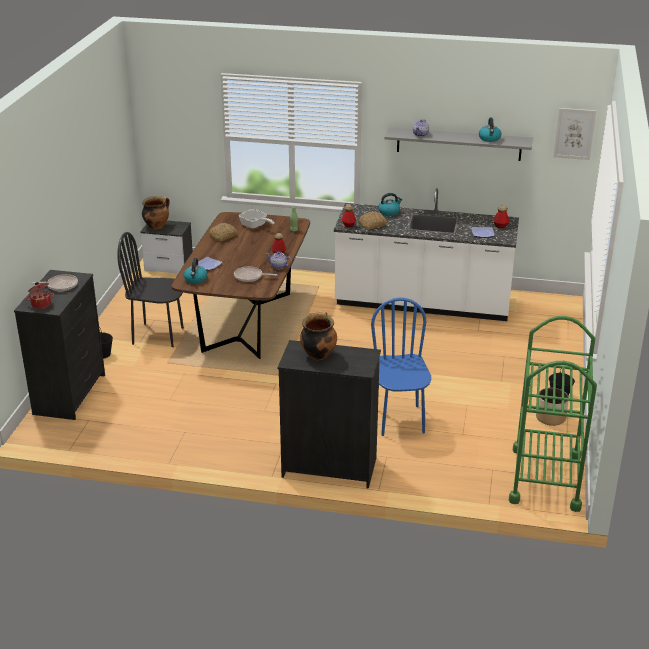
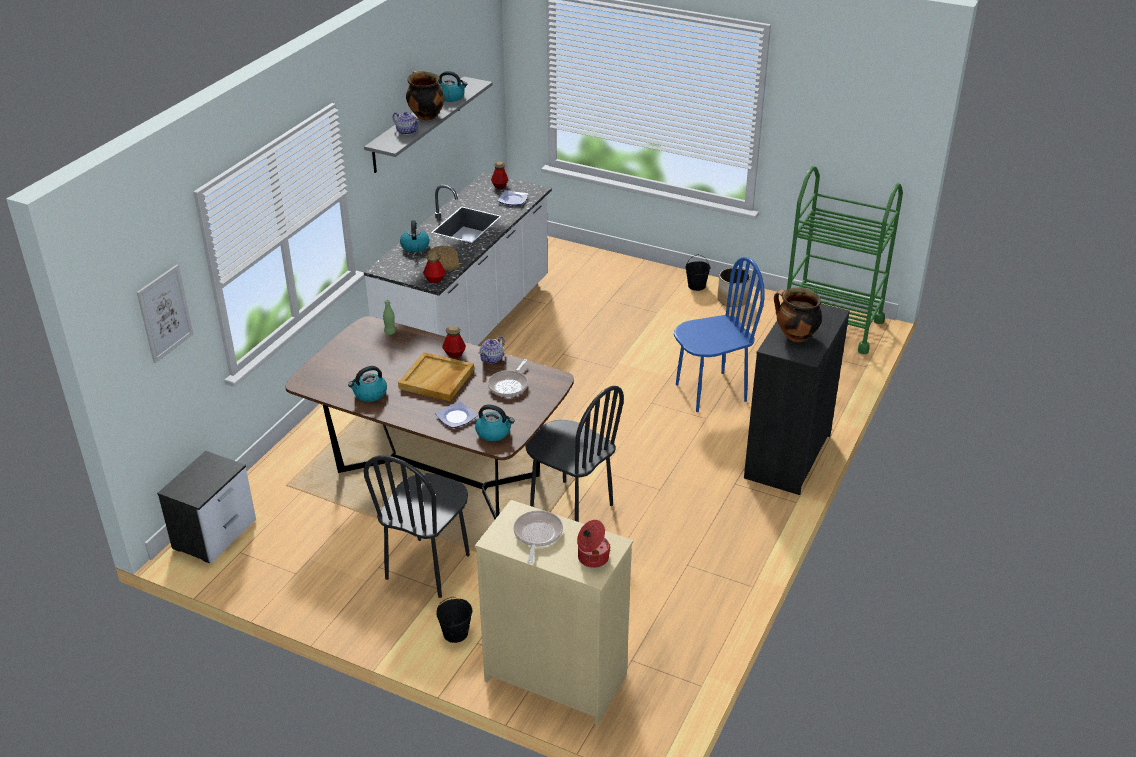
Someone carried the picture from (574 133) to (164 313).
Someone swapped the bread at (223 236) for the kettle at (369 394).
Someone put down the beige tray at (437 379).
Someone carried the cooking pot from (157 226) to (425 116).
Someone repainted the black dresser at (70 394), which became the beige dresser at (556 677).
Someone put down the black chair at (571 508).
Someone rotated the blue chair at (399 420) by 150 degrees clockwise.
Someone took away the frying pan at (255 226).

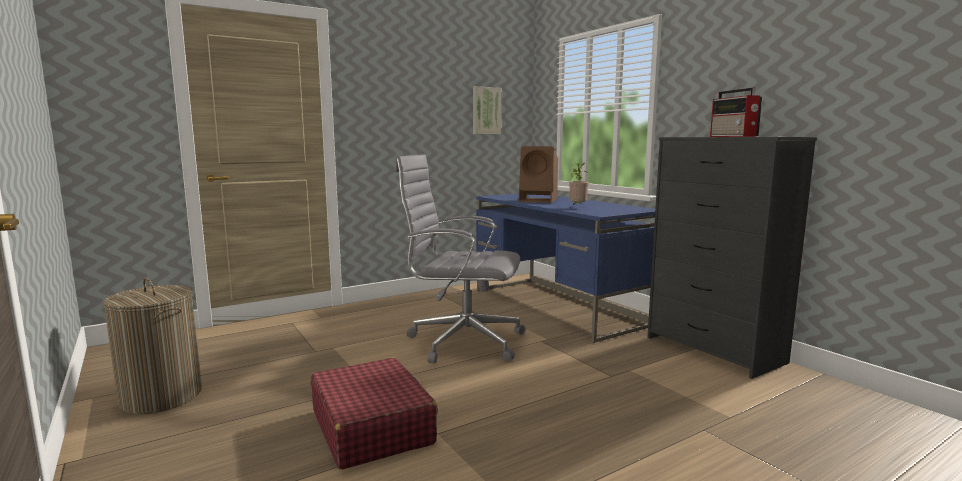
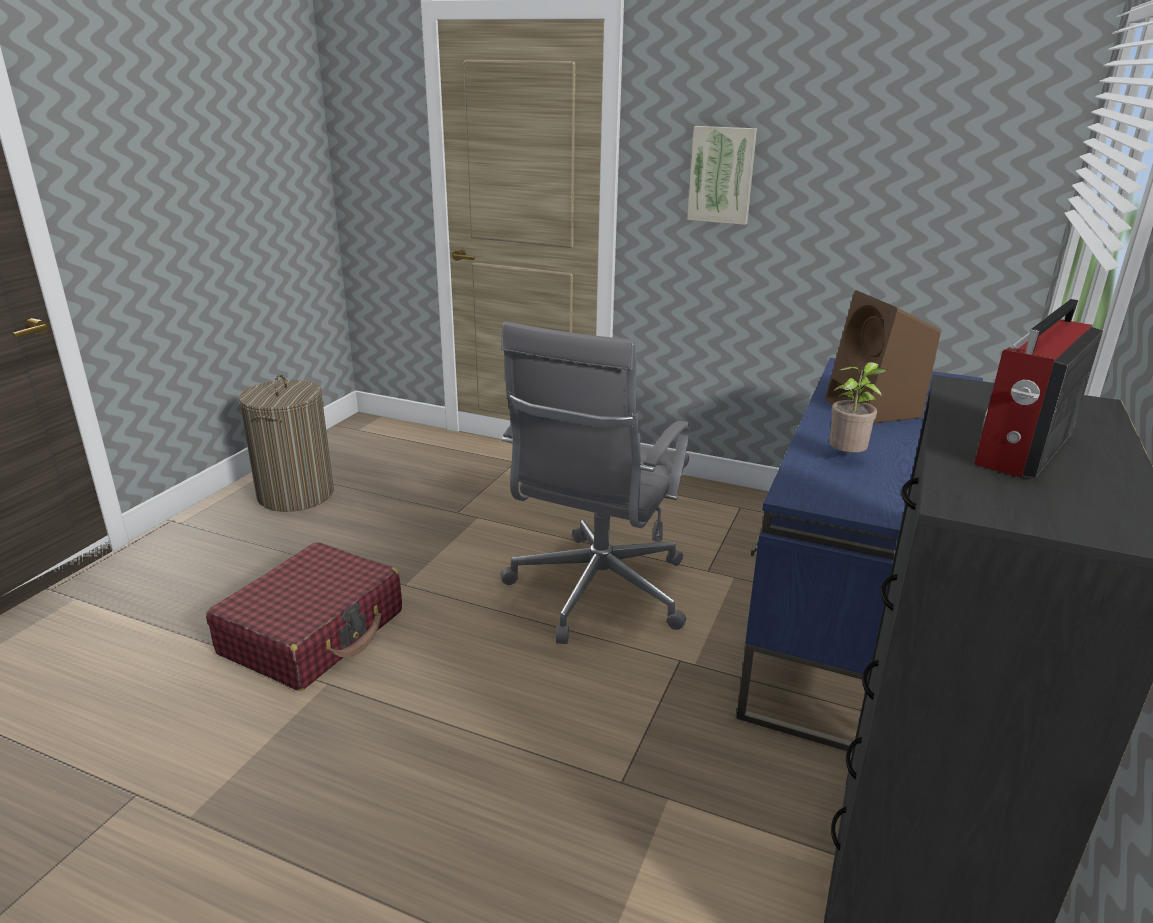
Someone rotated the grey office chair at (462 341) by 135 degrees counterclockwise.
Someone carried the picture from (486 110) to (722 175).

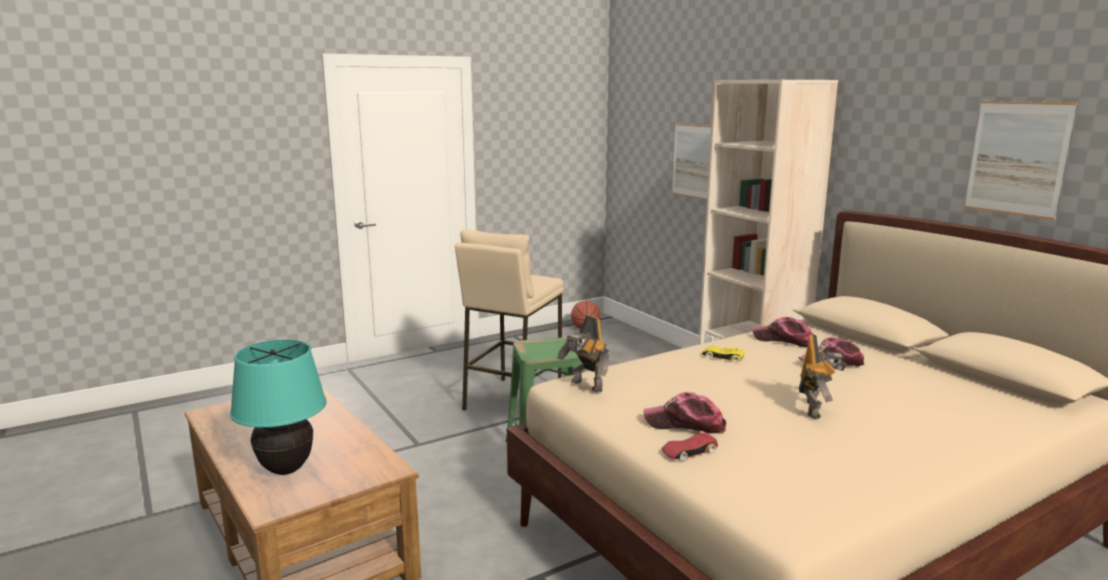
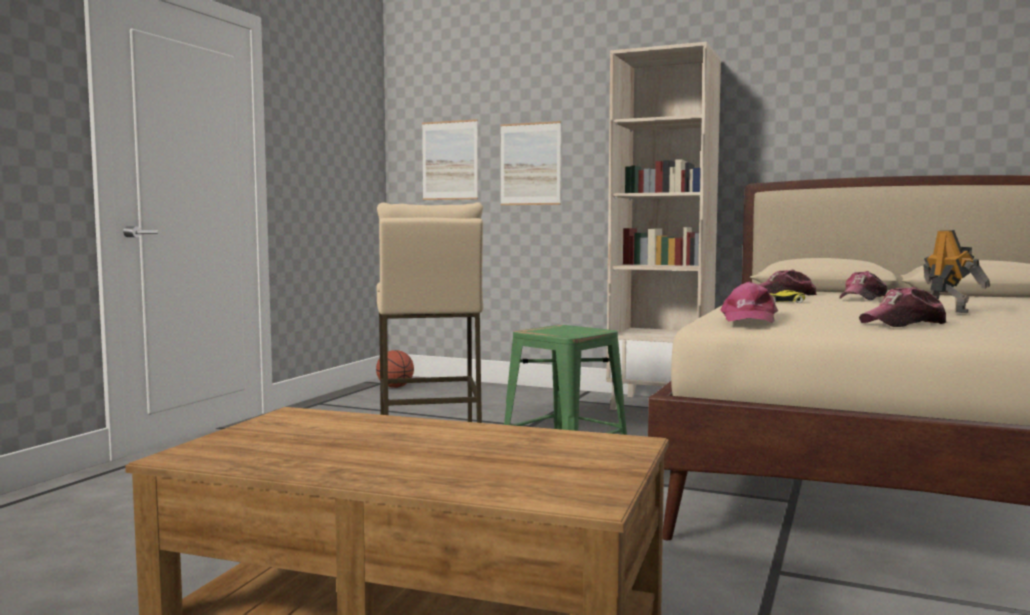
Someone carried the picture from (1017 158) to (450 160).
Someone swapped the toy robot at (585 386) for the pink cap at (748 318).
Someone took away the turquoise table lamp at (286 469).
Someone took away the red toy car at (689 451).

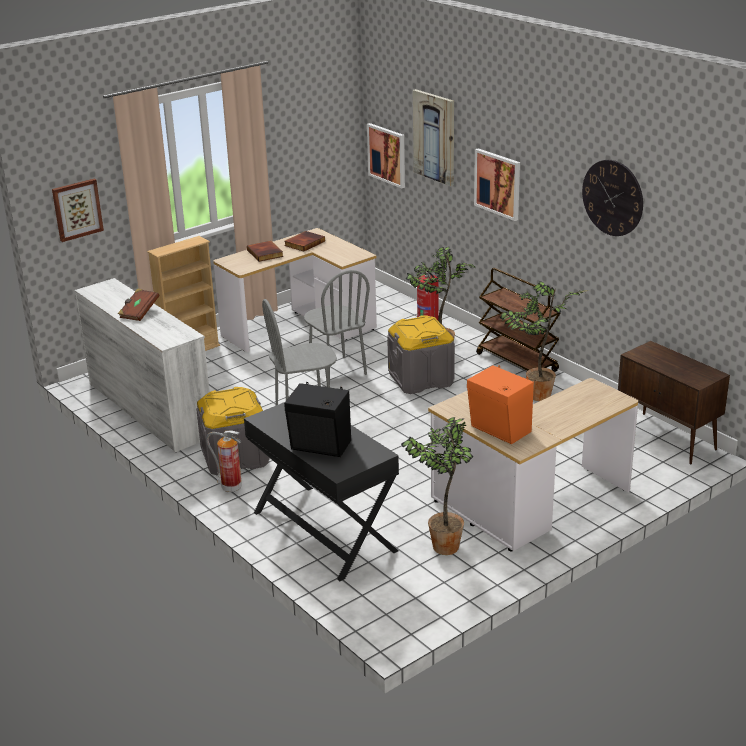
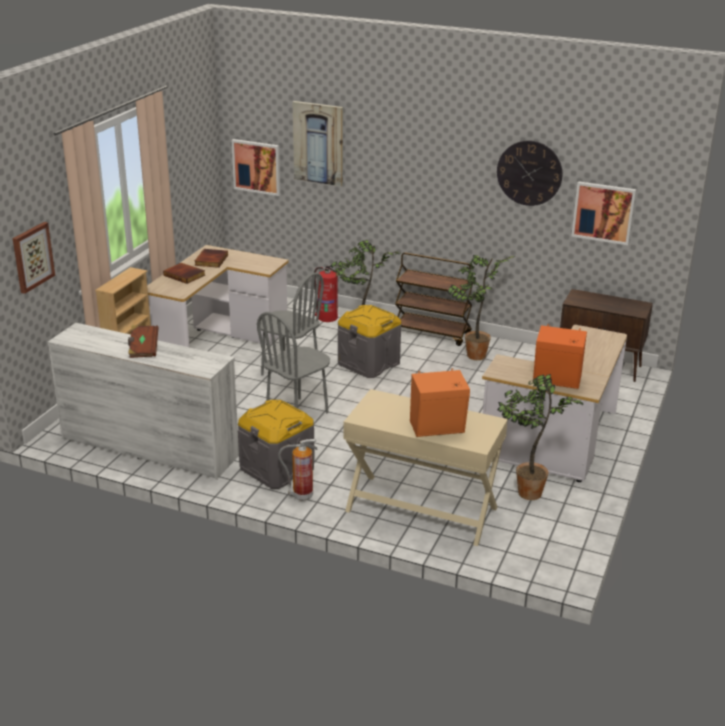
Someone repainted the black desk at (323 531), which became the beige desk at (421 510).
Someone repainted the black speaker at (321 446), which became the orange speaker at (438 428).
Someone carried the picture from (498 184) to (603 212).

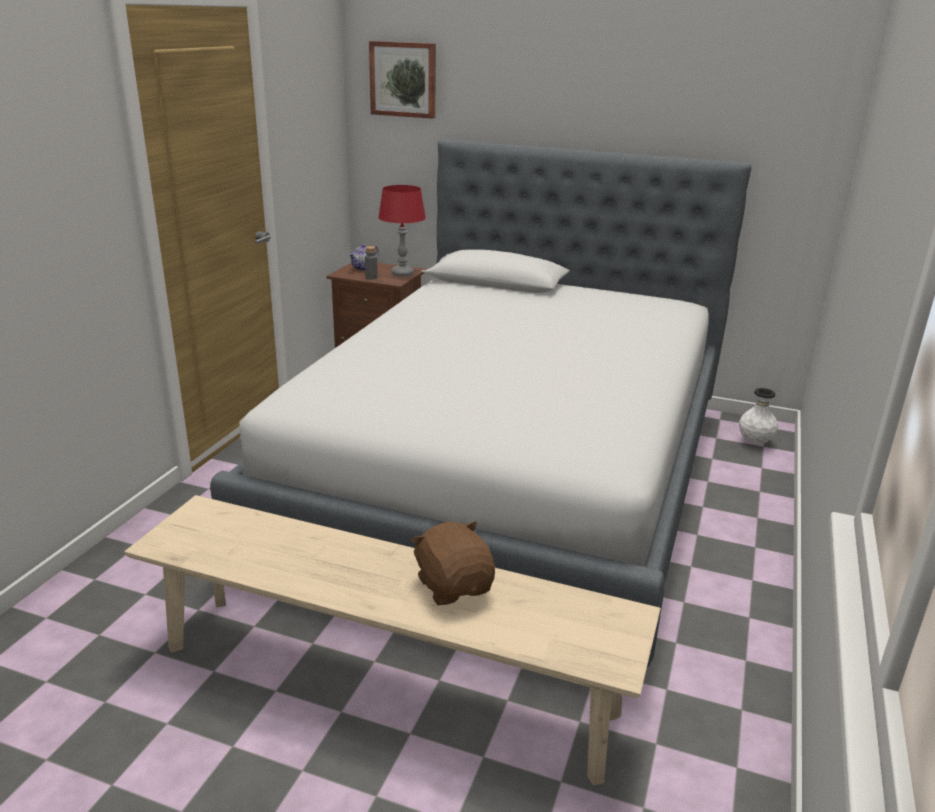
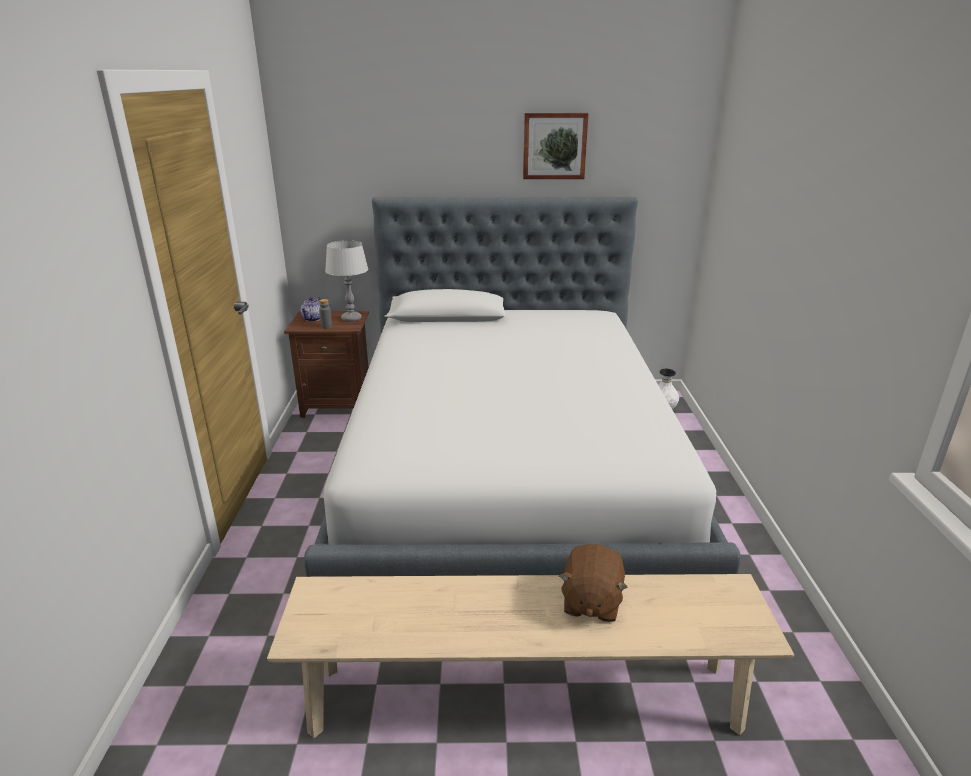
Someone repainted the red table lamp at (402 273), which became the grey table lamp at (351 319).
Someone carried the picture from (403 79) to (554 146).
Someone rotated the brown plush toy at (454 586) by 120 degrees counterclockwise.

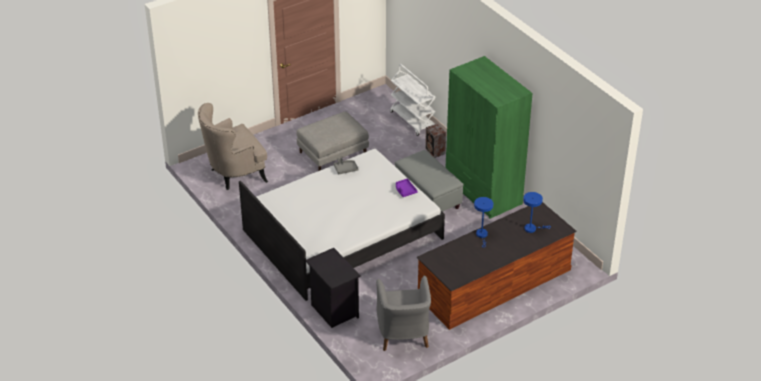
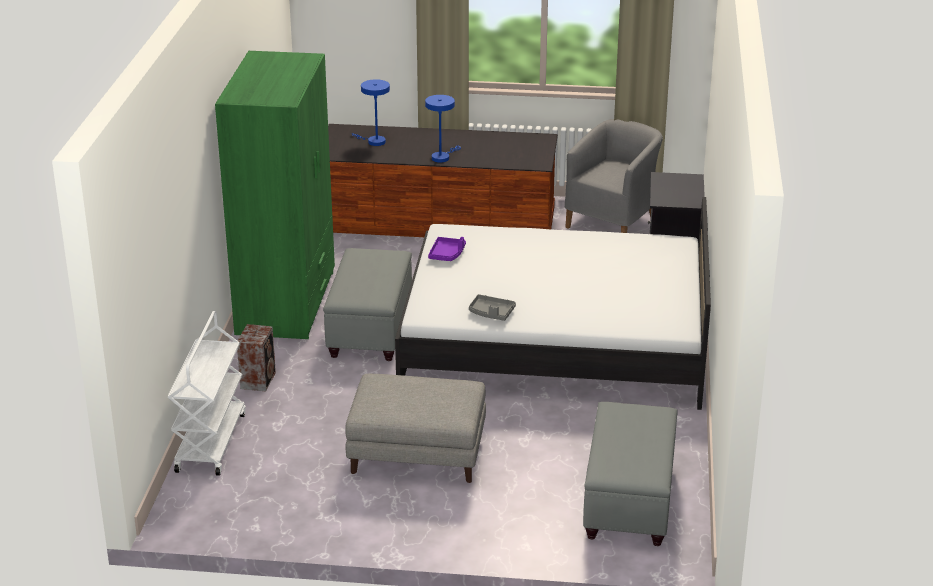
Someone swapped the beige armchair at (234 174) for the grey ottoman at (629 502).

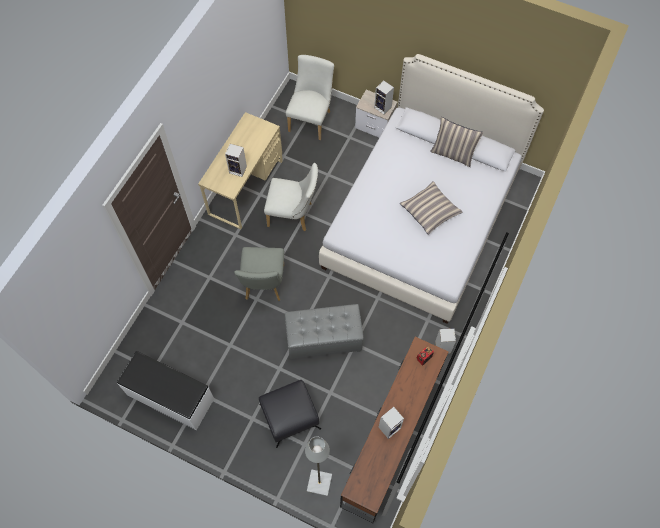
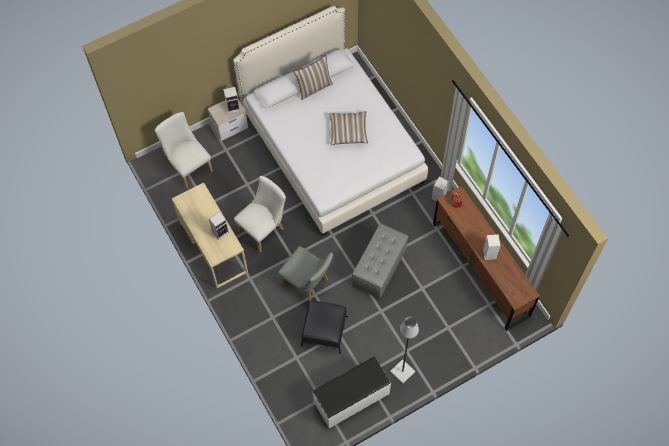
Someone carried the black ottoman from (290 416) to (324 330).
Someone carried the grey floor lamp from (319 482) to (402 372).

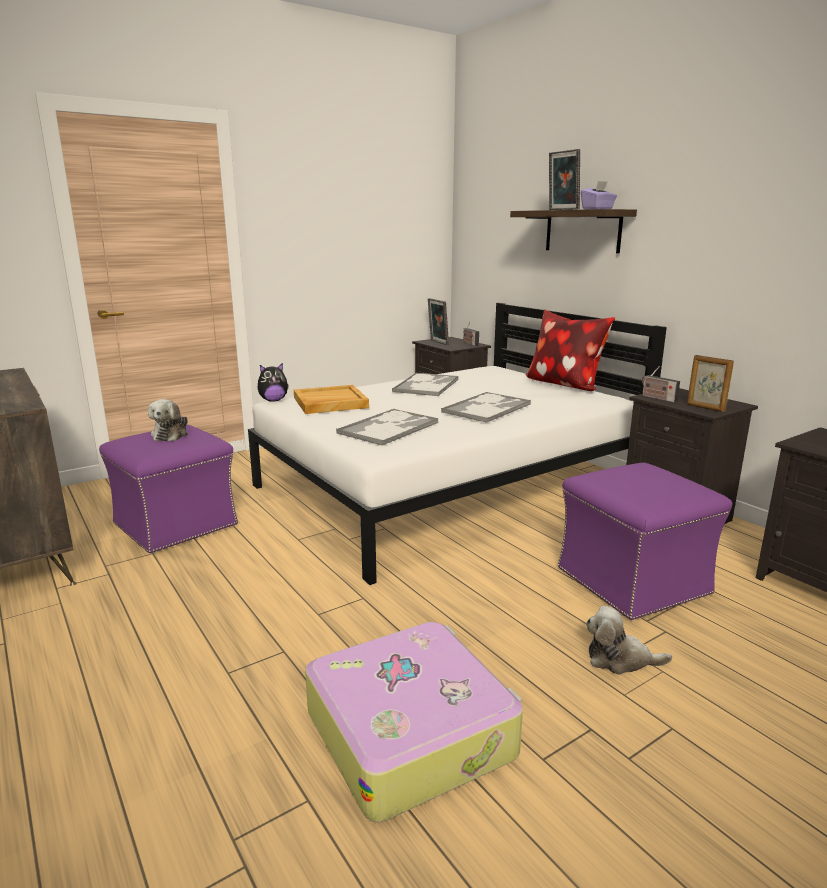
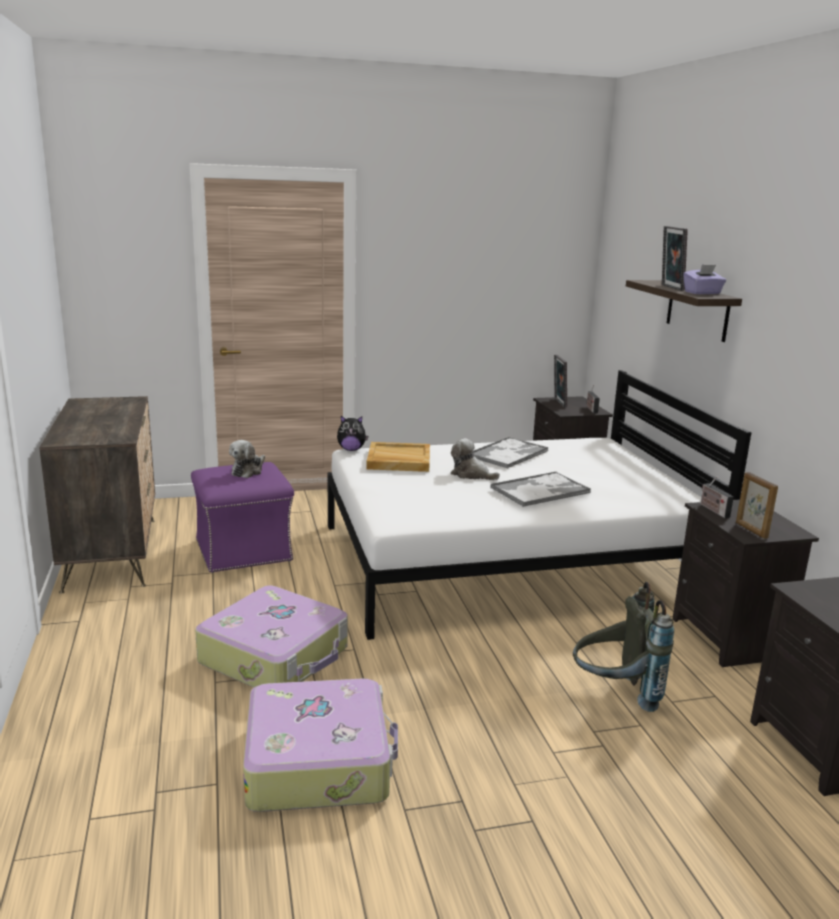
Someone put down the suitcase at (276 656).
Someone carried the plush toy from (620 659) to (471 475).
Someone swapped the purple ottoman at (633 581) for the grey backpack at (614 694).
Someone took away the tray at (389 428).
Someone took away the pillow at (564 385).

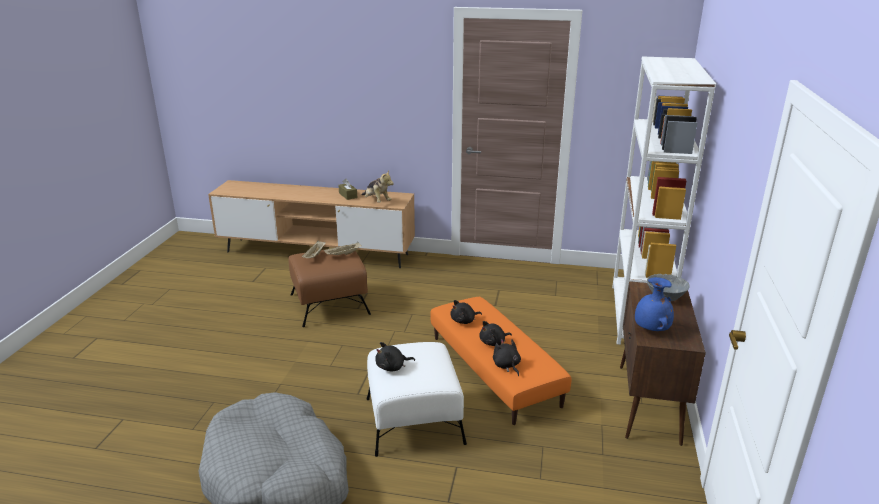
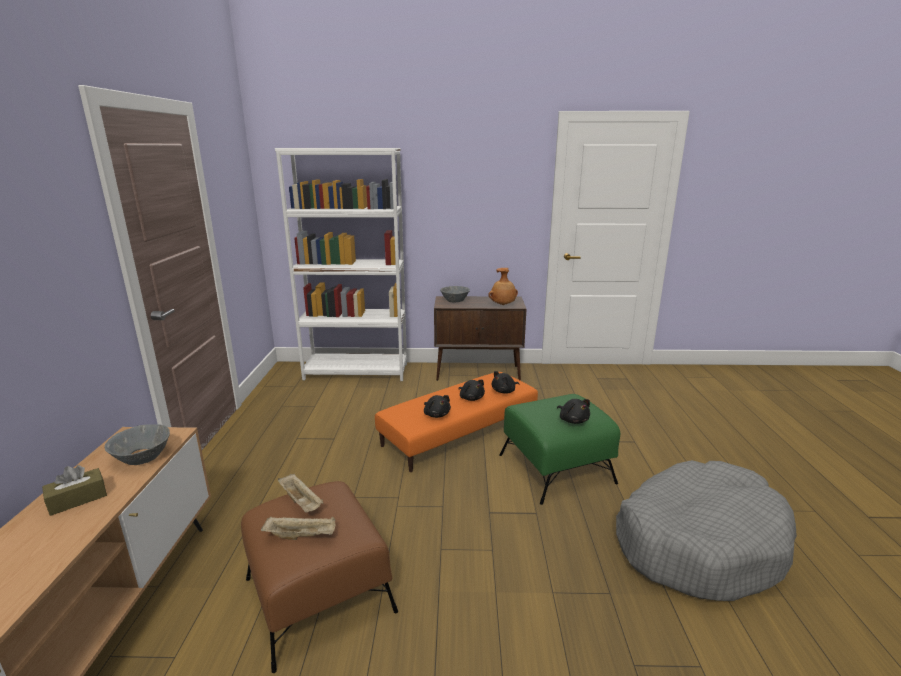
Someone swapped the plush toy at (377 201) for the grey bowl at (142 457).
Someone repainted the blue vase at (651 329), which became the brown vase at (503 305).
Someone repainted the white ottoman at (413 421), which became the green ottoman at (557 468).

